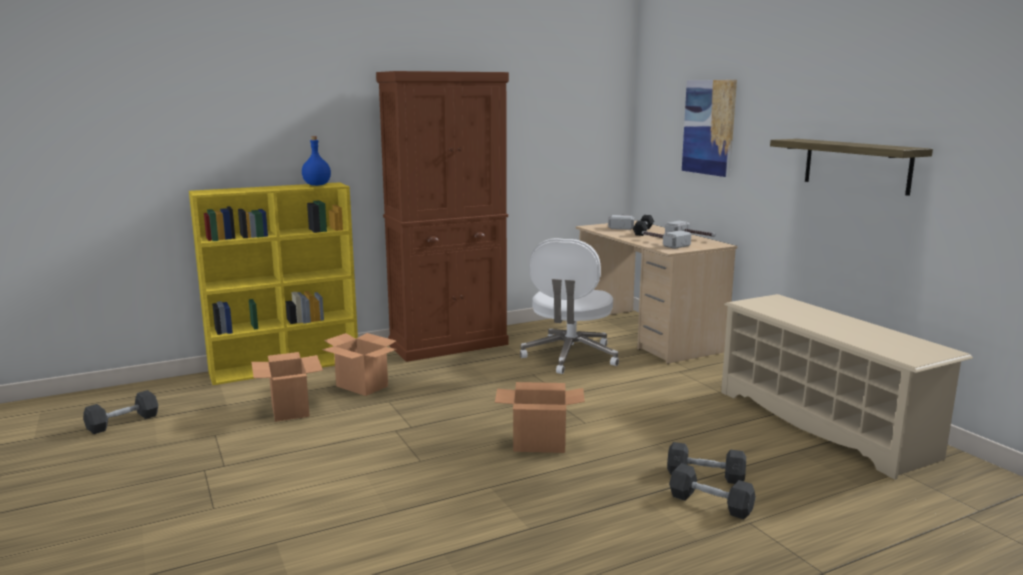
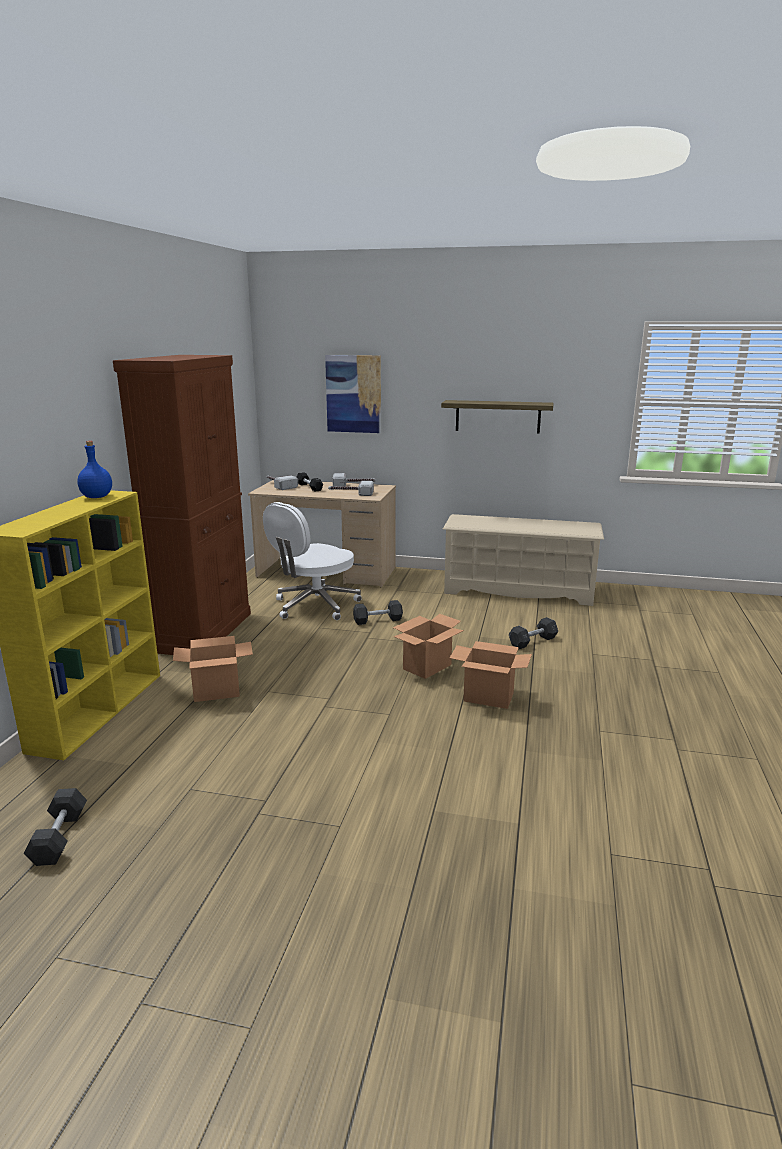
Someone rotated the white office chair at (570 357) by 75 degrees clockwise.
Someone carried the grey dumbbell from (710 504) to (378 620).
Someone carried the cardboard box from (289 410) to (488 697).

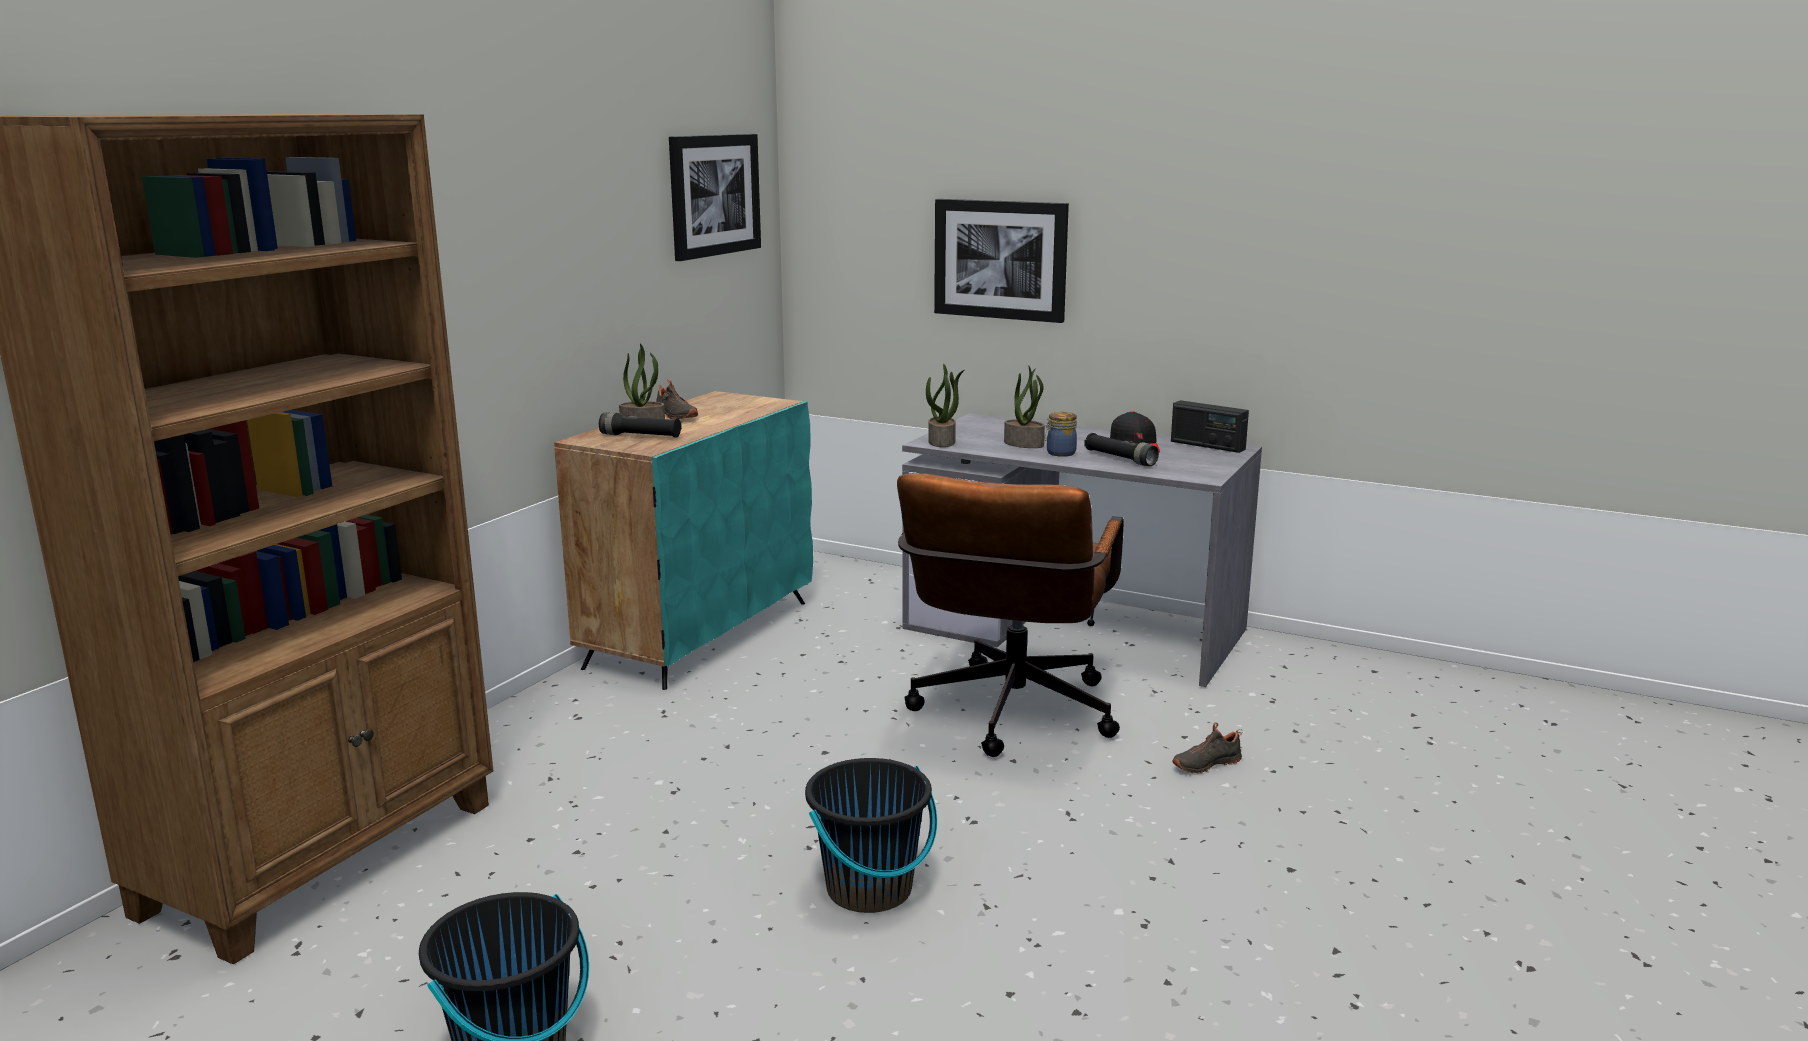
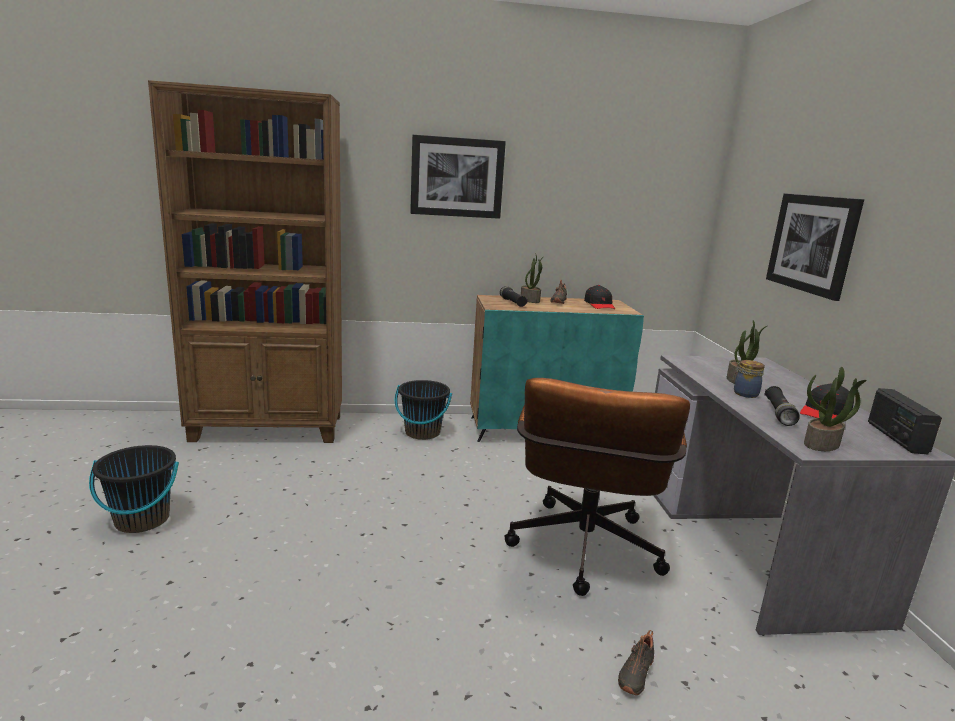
Someone carried the black bucket from (870 890) to (422 432).
Someone carried the picture from (714 195) to (457 177).
Someone rotated the brown office chair at (1009 719) by 60 degrees counterclockwise.
Someone put down the black cap at (599 305).
Someone rotated the black shoe at (1205 764) by 90 degrees counterclockwise.
Someone carried the potted plant from (942 442) to (822 444).

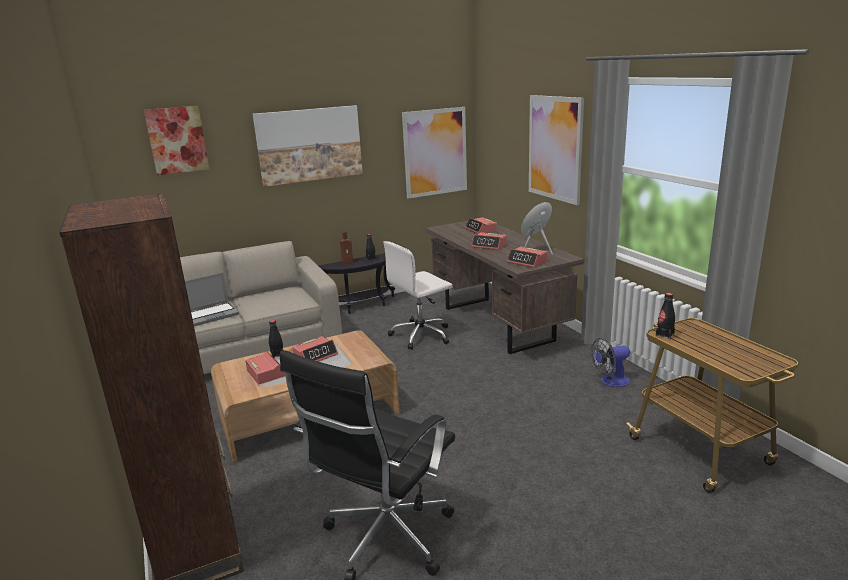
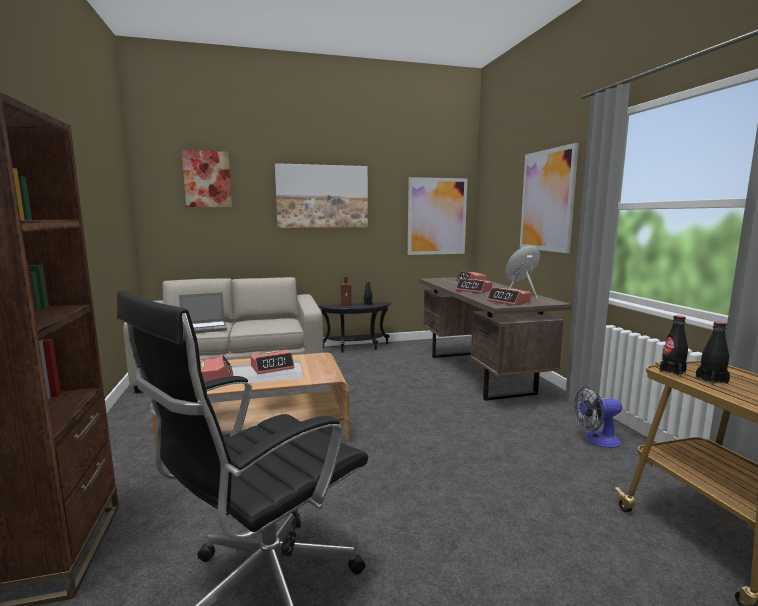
Someone carried the black bottle from (277 354) to (711 380).
Someone took away the white office chair at (422 335).

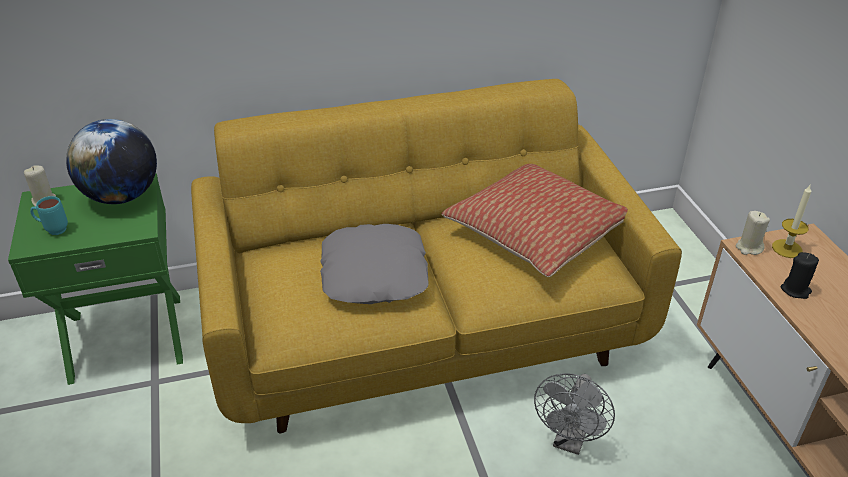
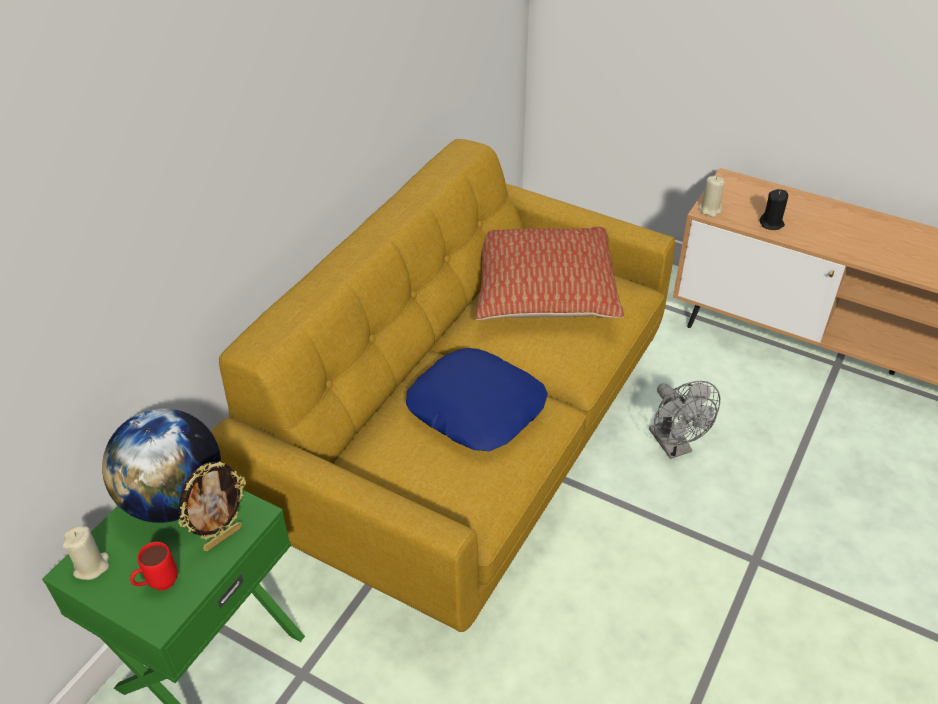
Someone repainted the turquoise mug at (53 230), which became the red mug at (158 585).
Someone put down the picture frame at (222 537).
Someone repainted the grey pillow at (375 274), which became the blue pillow at (477 408).
Someone took away the candle at (787 248).

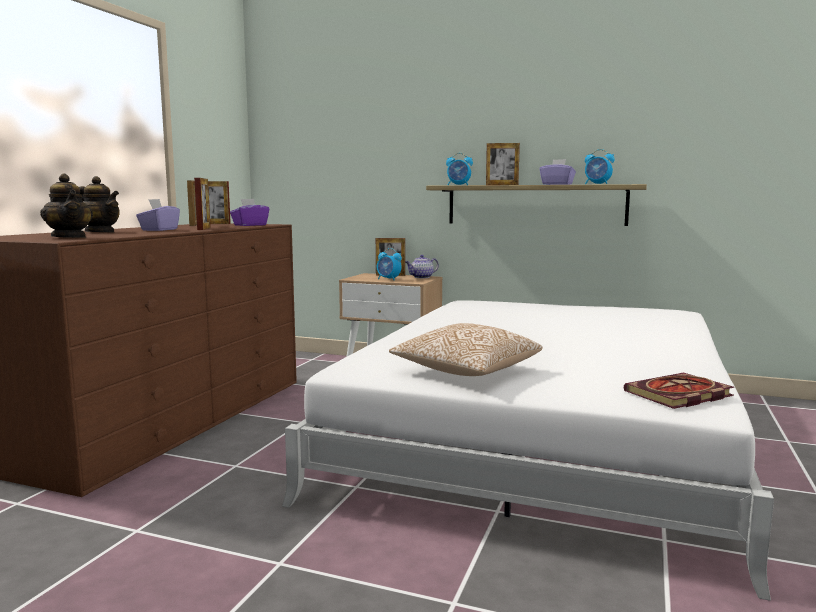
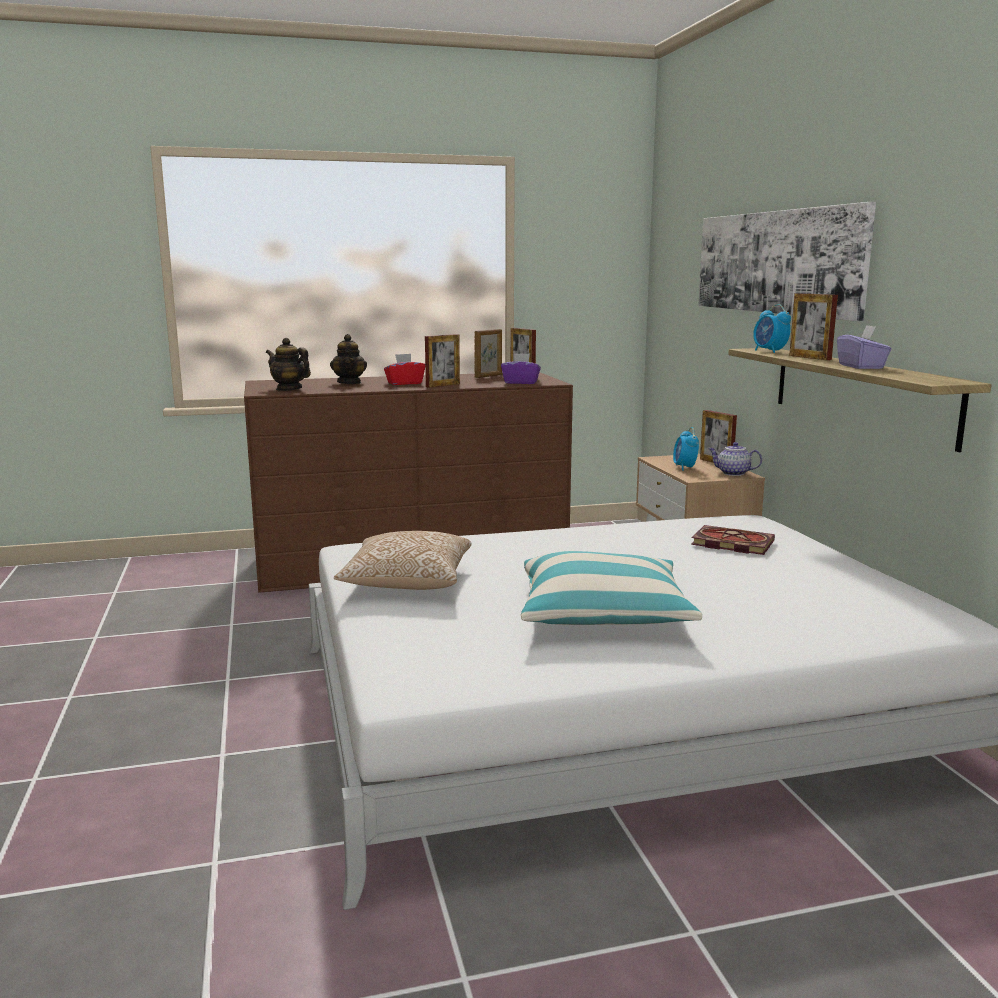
Someone rotated the teapot at (69 237) by 105 degrees clockwise.
Someone repainted the purple tissue box at (159 230), which became the red tissue box at (404 383).
Someone put down the pillow at (602 613).
Someone carried the book from (678 395) to (730 543).
Someone put up the picture at (776 262).
Someone took away the alarm clock at (597 184).

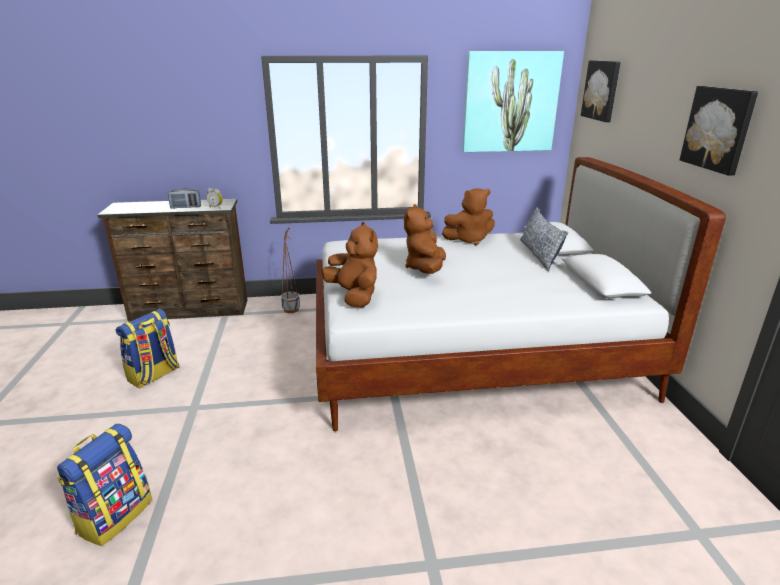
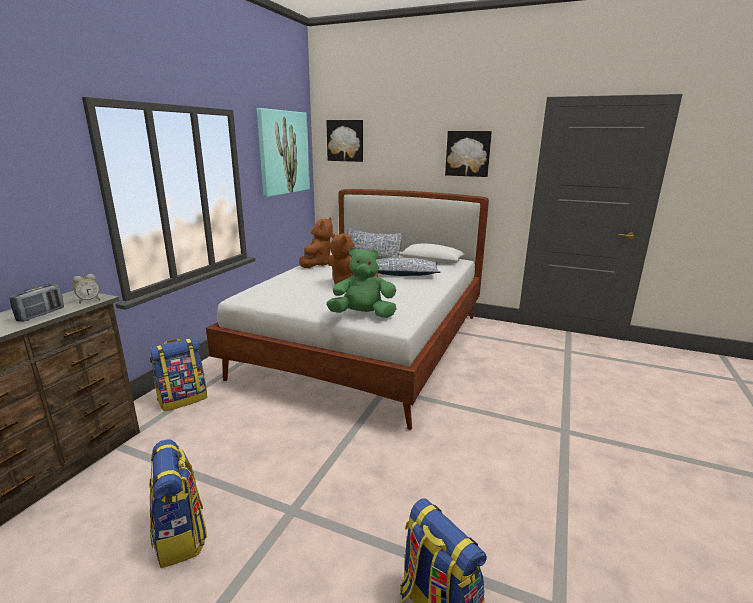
Someone swapped the planter at (291 309) for the backpack at (183 399).
Someone repainted the brown plush toy at (354 296), which became the green plush toy at (363 315).
Someone put down the pillow at (402 274).

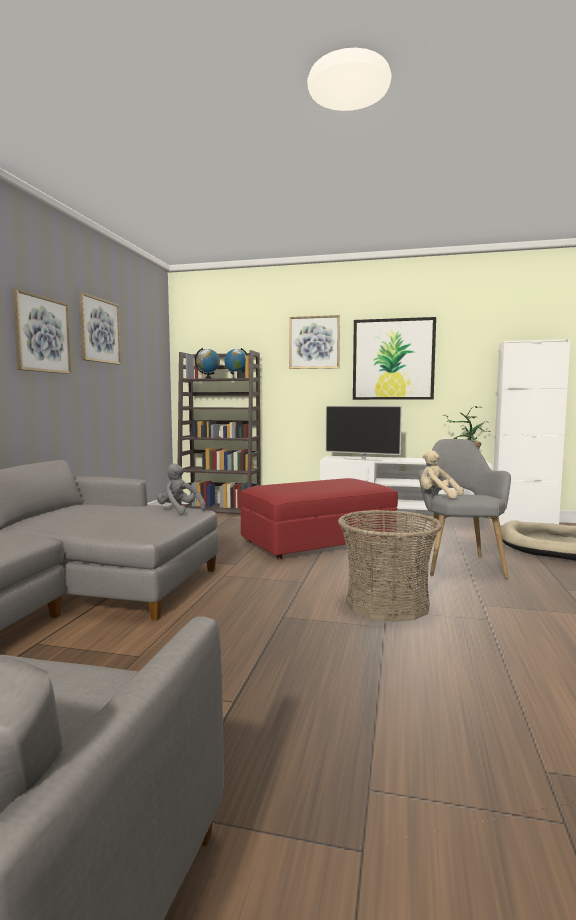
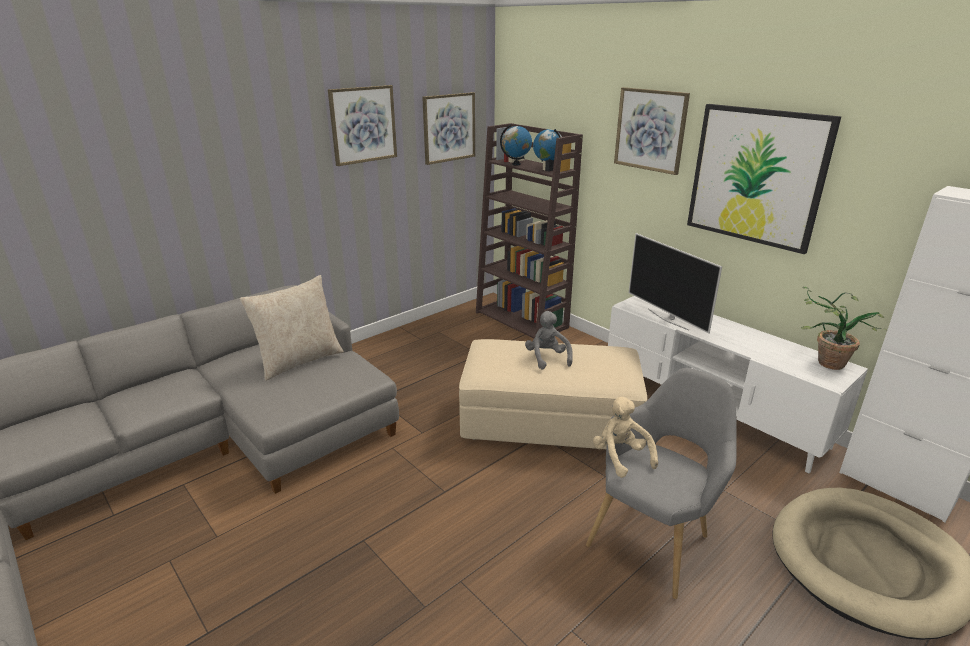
Someone put down the beige pillow at (299 360).
Someone carried the picture from (42 334) to (449 127).
Someone repainted the red ottoman at (318 541), which became the beige ottoman at (549 421).
Someone carried the grey plush toy from (179 510) to (547 358).
Someone took away the basket at (387 604).

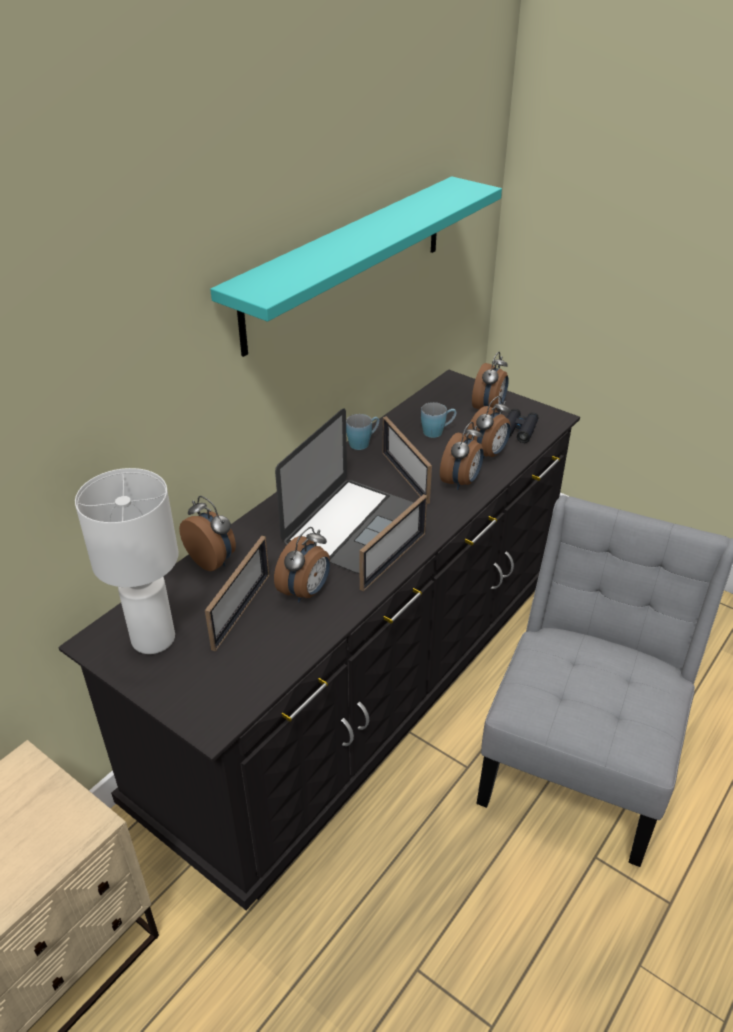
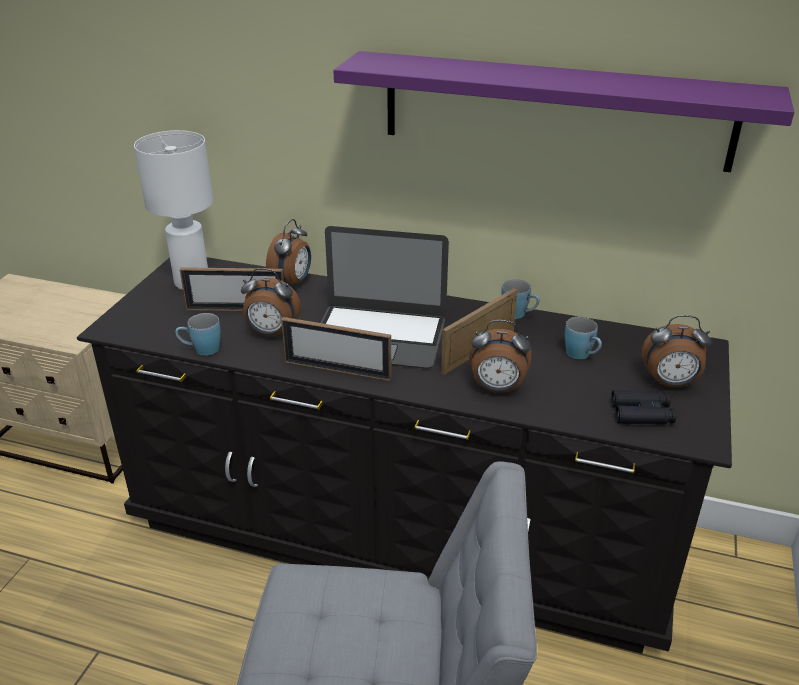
Someone put down the blue mug at (201 350).
Someone repainted the turquoise shelf at (347 262), which became the purple shelf at (555 110).
Someone took away the alarm clock at (487 454).

